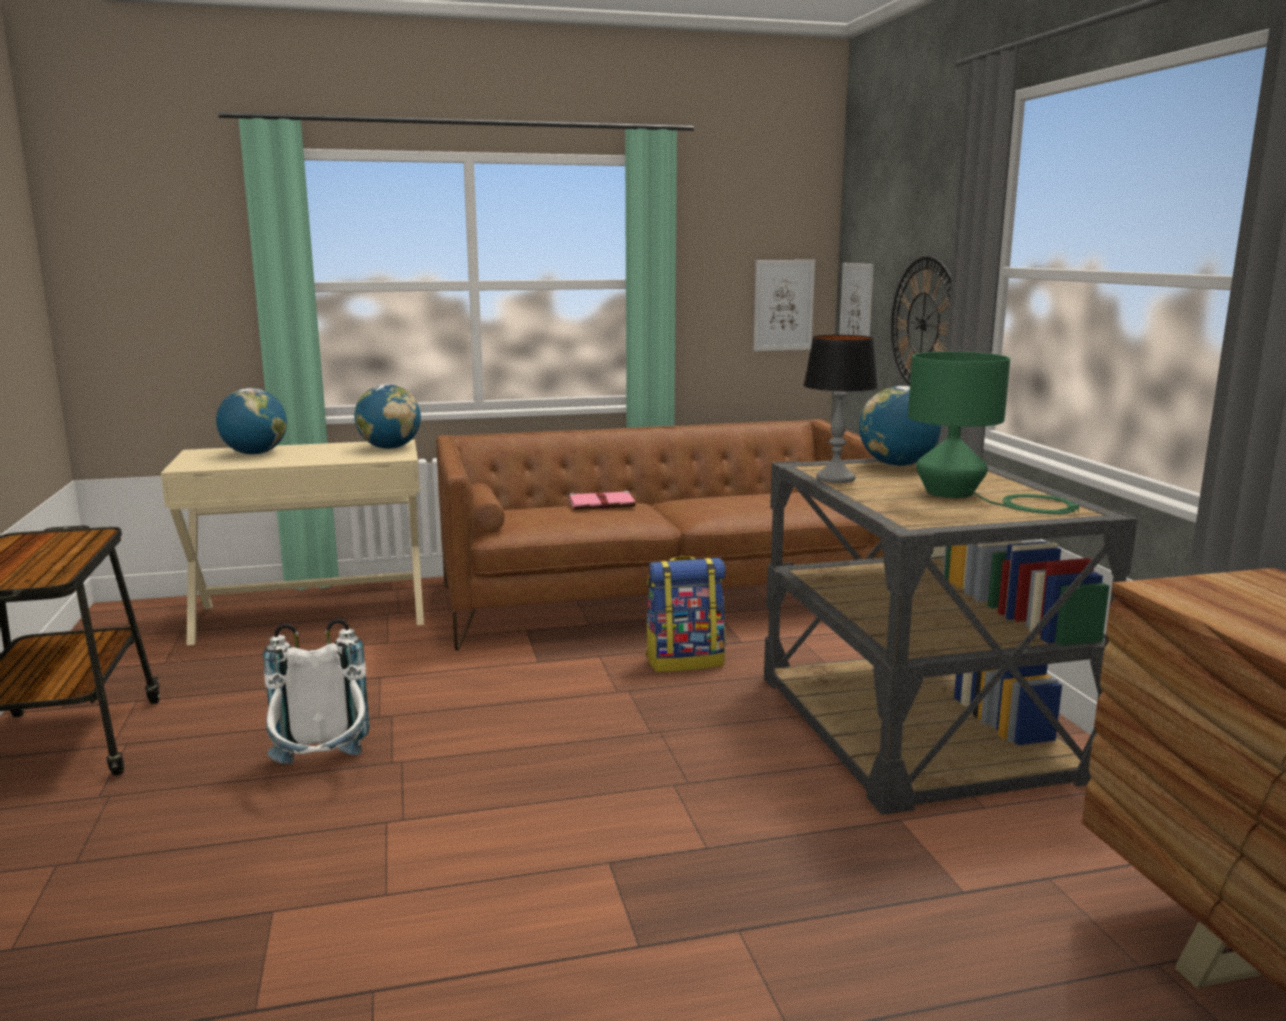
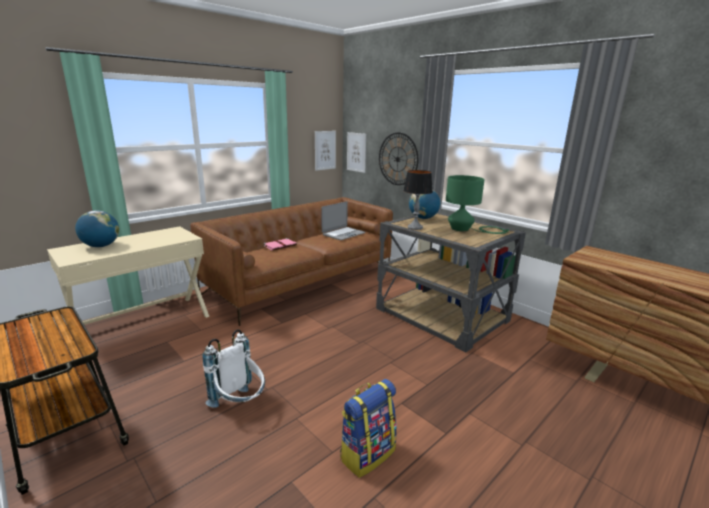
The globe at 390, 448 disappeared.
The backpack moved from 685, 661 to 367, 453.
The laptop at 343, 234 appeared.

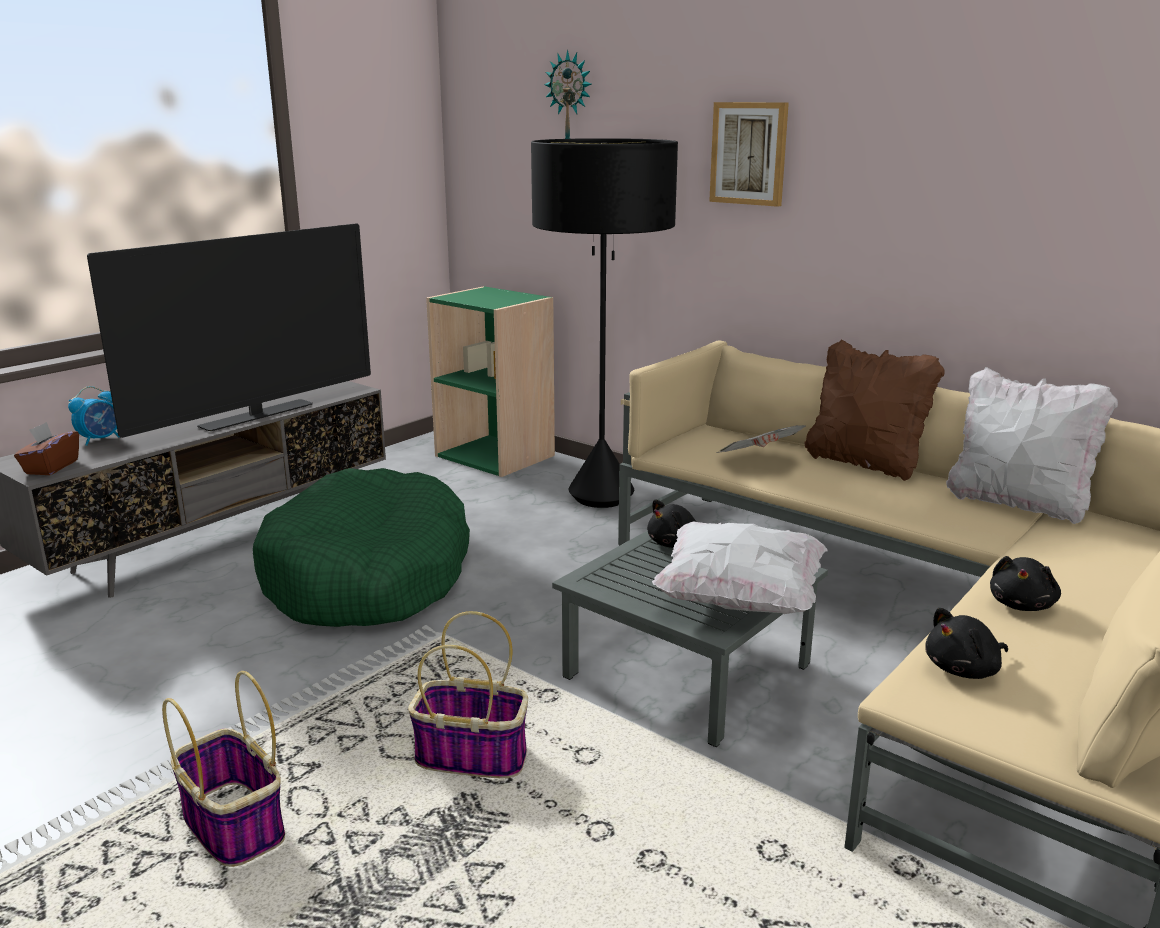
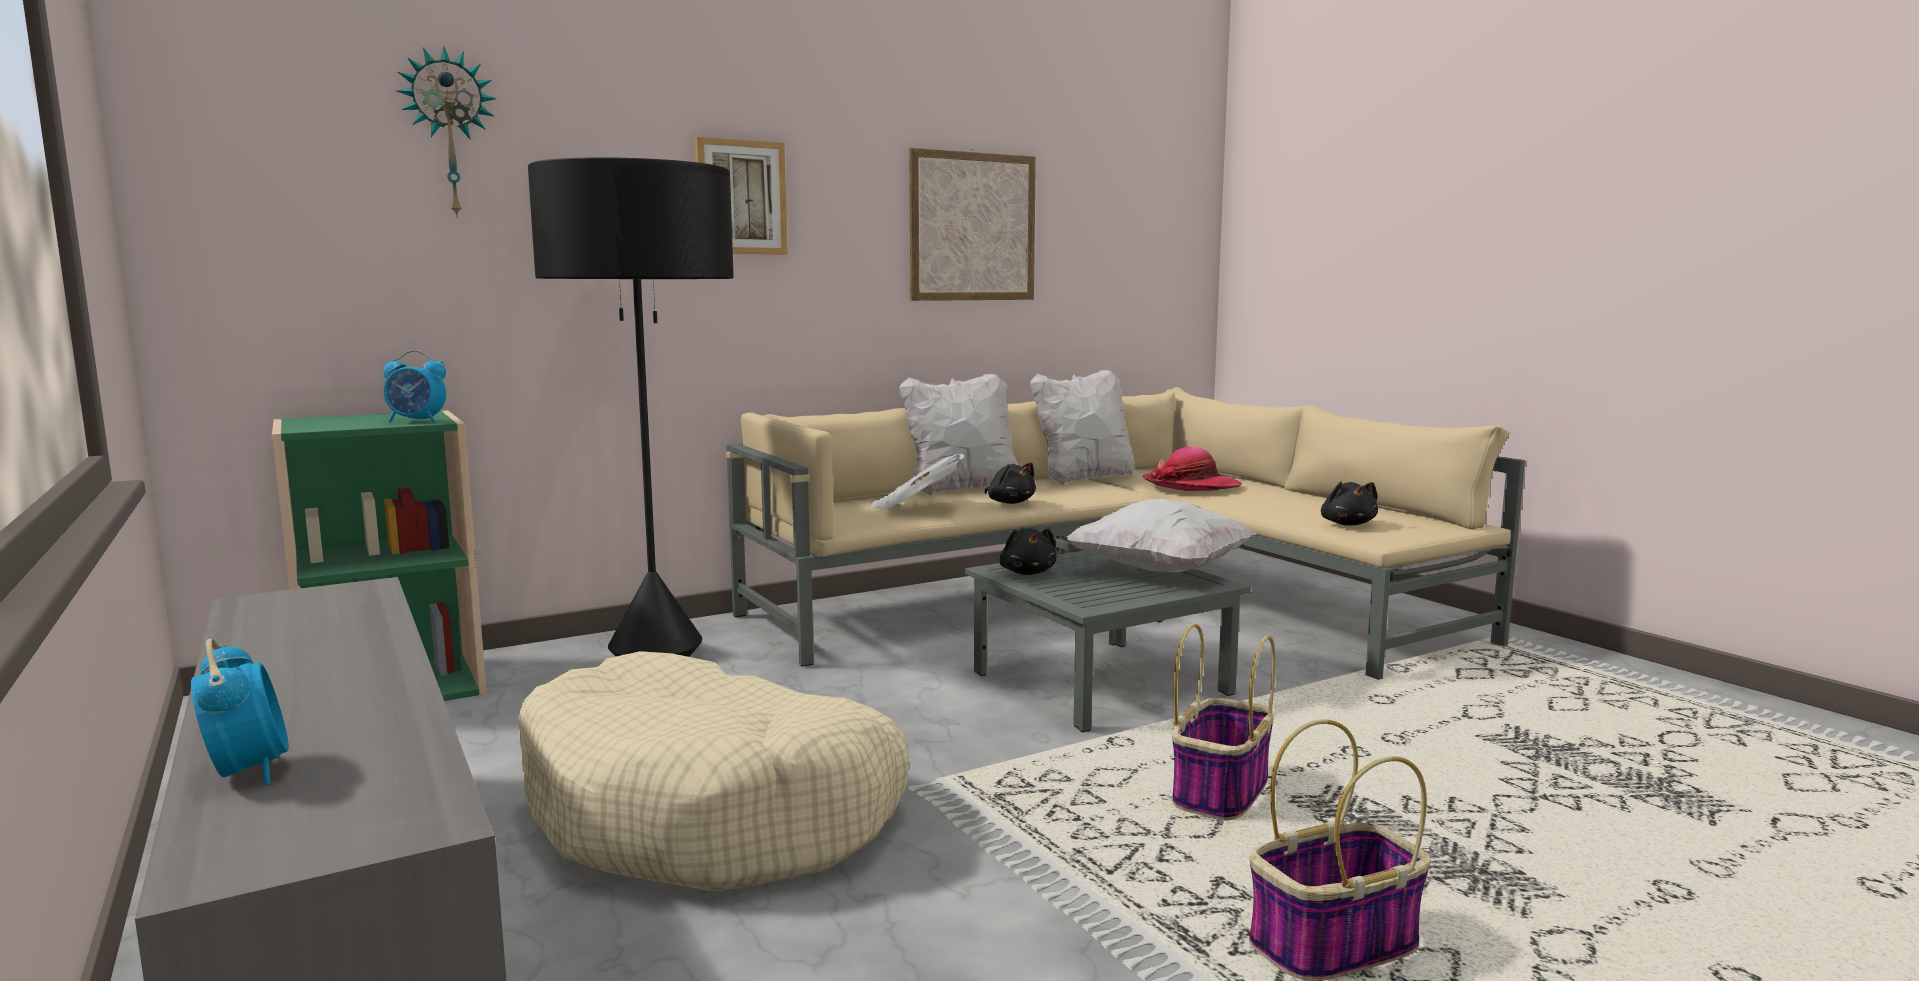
The tissue box (brown) at 51, 467 disappeared.
The television at 257, 416 disappeared.
The dog bed (green) at 368, 576 became the dog bed (beige) at 712, 813.
The pillow (brown) at 864, 464 became the pillow (white) at 961, 489.
The plush toy (black) moved from 1022, 605 to 1010, 502.
The alarm clock at 417, 421 appeared.
The picture at 972, 225 appeared.
The hat at 1191, 485 appeared.

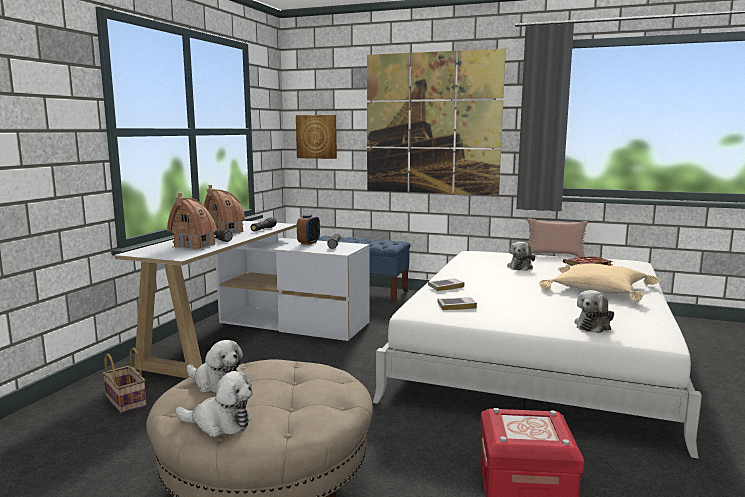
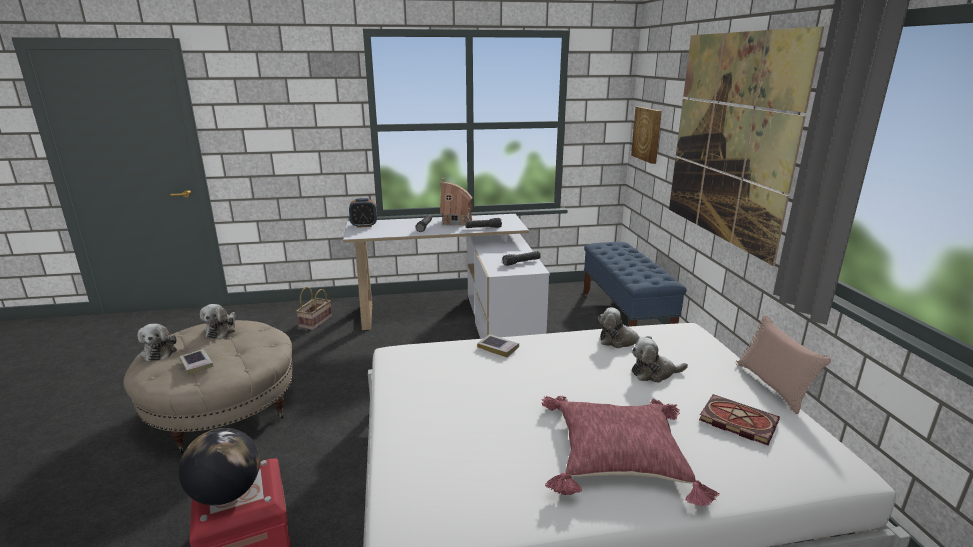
The toy house at 194, 245 disappeared.
The alarm clock moved from 309, 243 to 364, 225.
The book moved from 456, 306 to 197, 364.
The pillow (beige) at 599, 288 became the pillow (red) at 618, 451.
The plush toy moved from 594, 325 to 619, 341.
The globe at 226, 494 appeared.

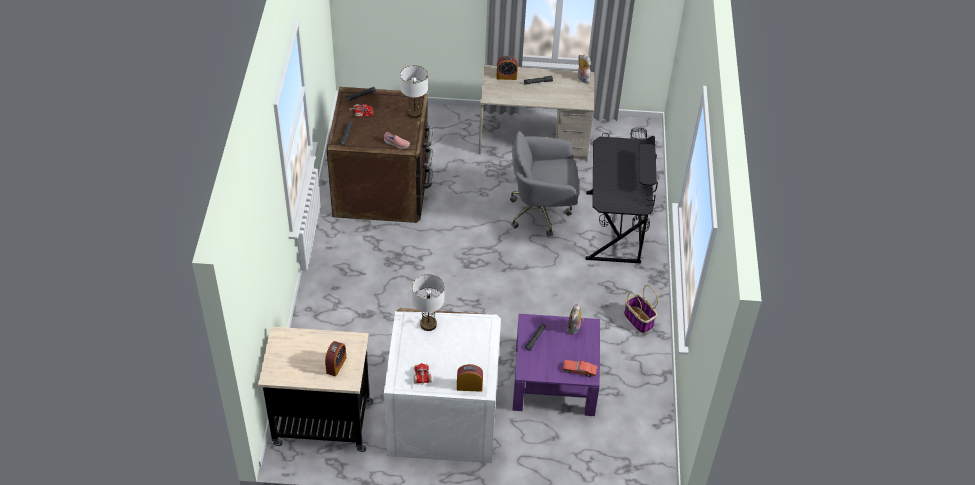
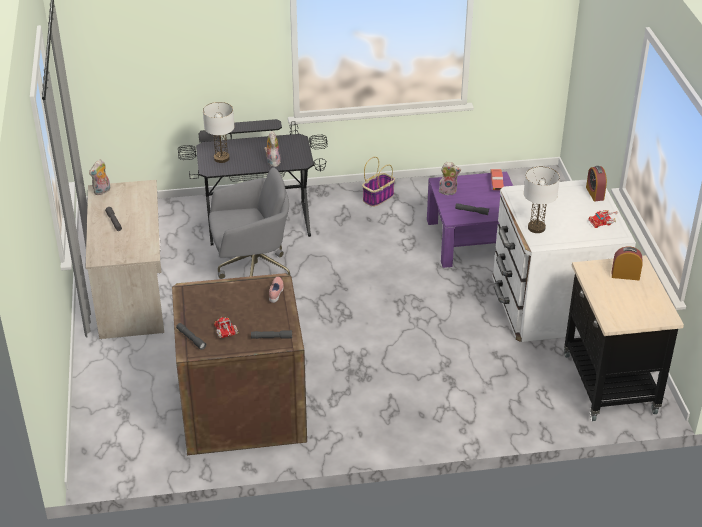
The table lamp moved from 414, 113 to 221, 158.
The alarm clock at 506, 76 disappeared.
The office chair (grey) at 541, 213 turned 90 degrees counterclockwise.
The plush toy at 272, 161 appeared.

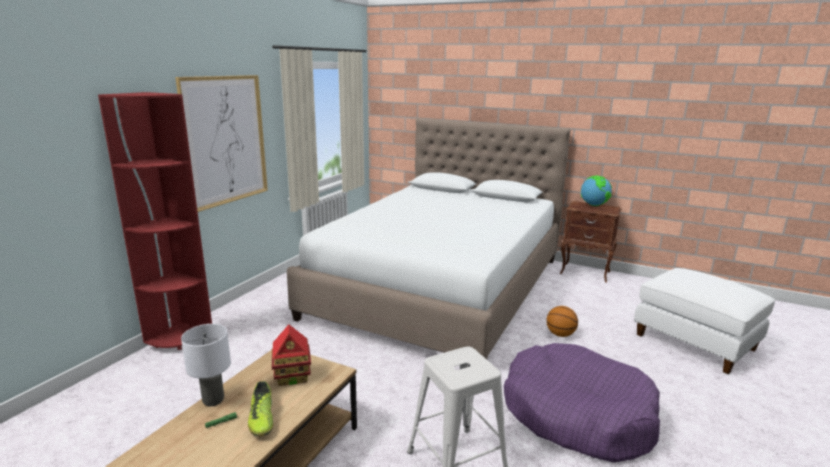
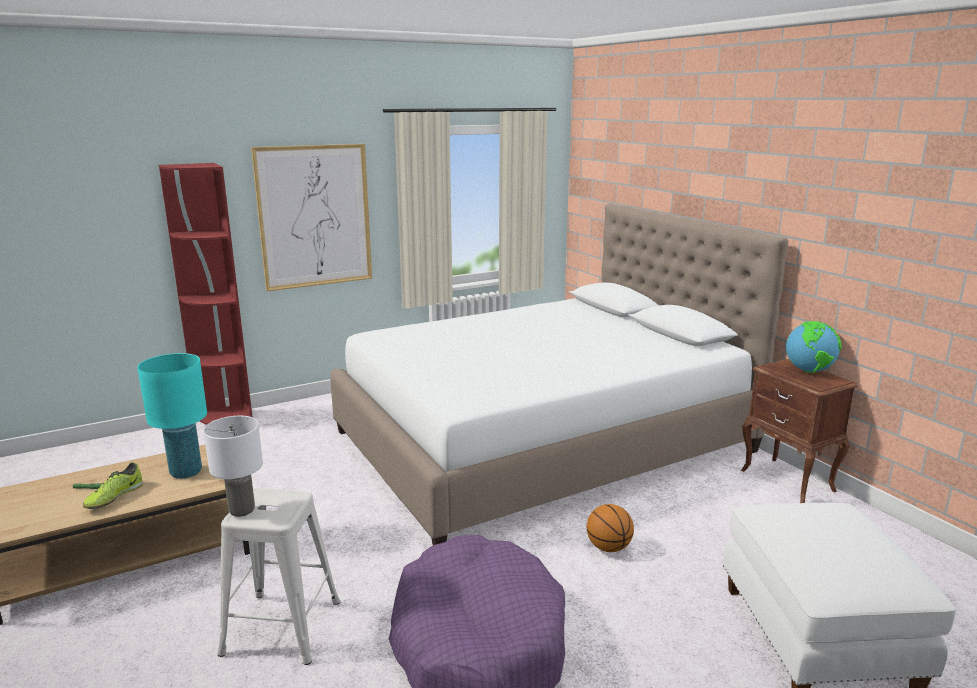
The table lamp (white) moved from 212, 401 to 241, 510.
The toy house at 292, 377 was replaced by the table lamp (turquoise) at 186, 472.

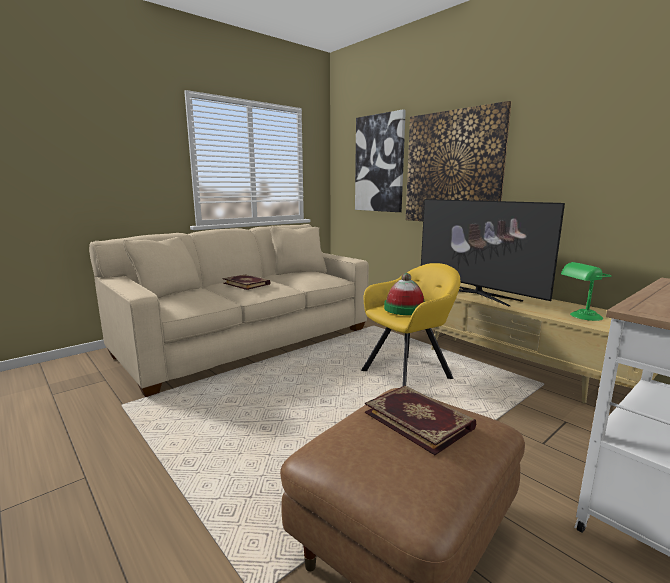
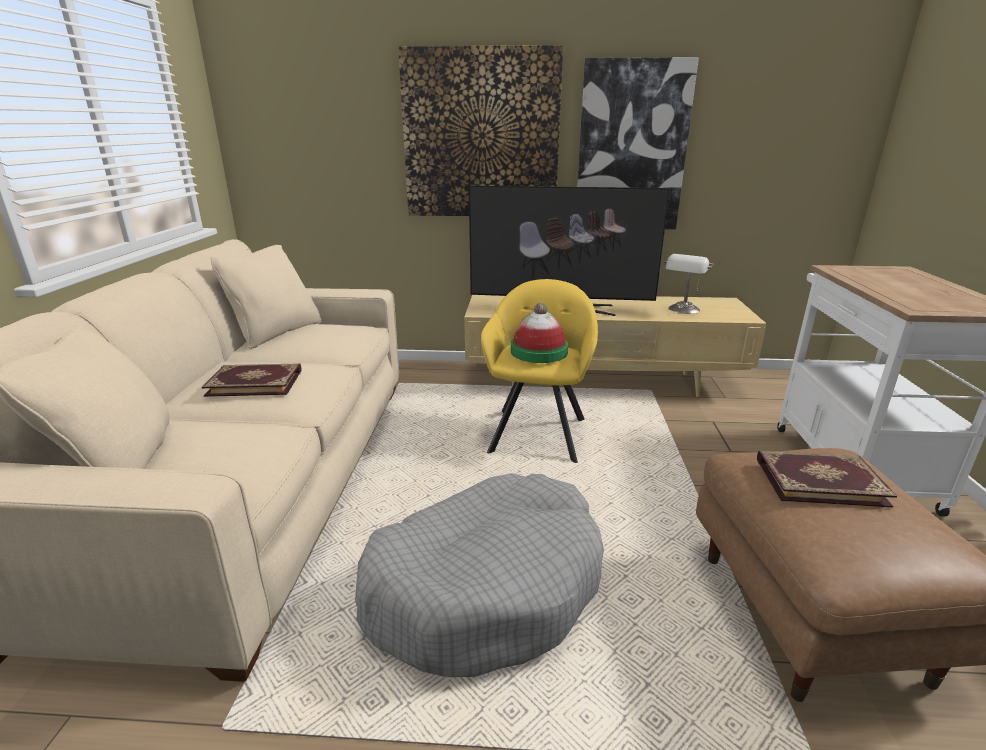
The picture moved from 379, 163 to 631, 147.
The table lamp (green) at 581, 317 became the table lamp (white) at 683, 311.
The dog bed (grey) at 485, 586 appeared.

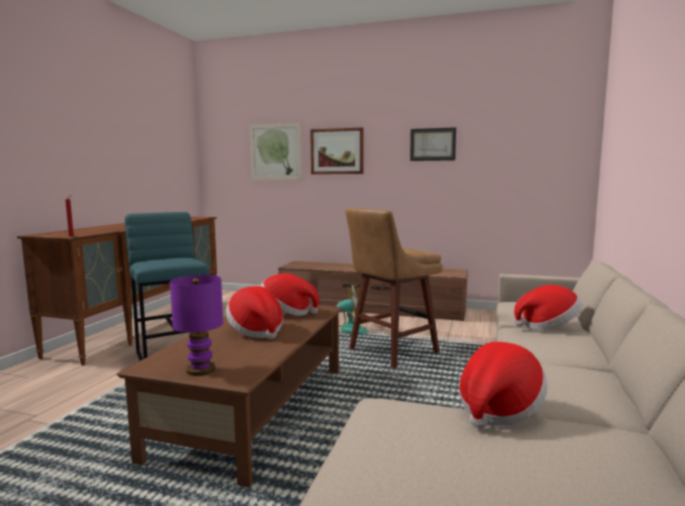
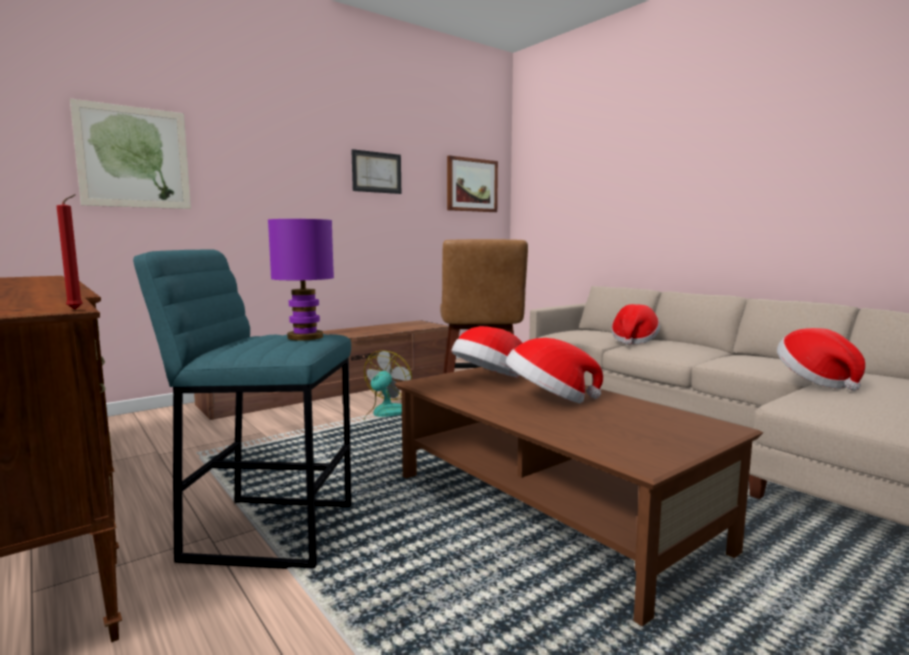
The table lamp (purple) moved from 200, 370 to 305, 337.
The picture moved from 337, 151 to 472, 185.

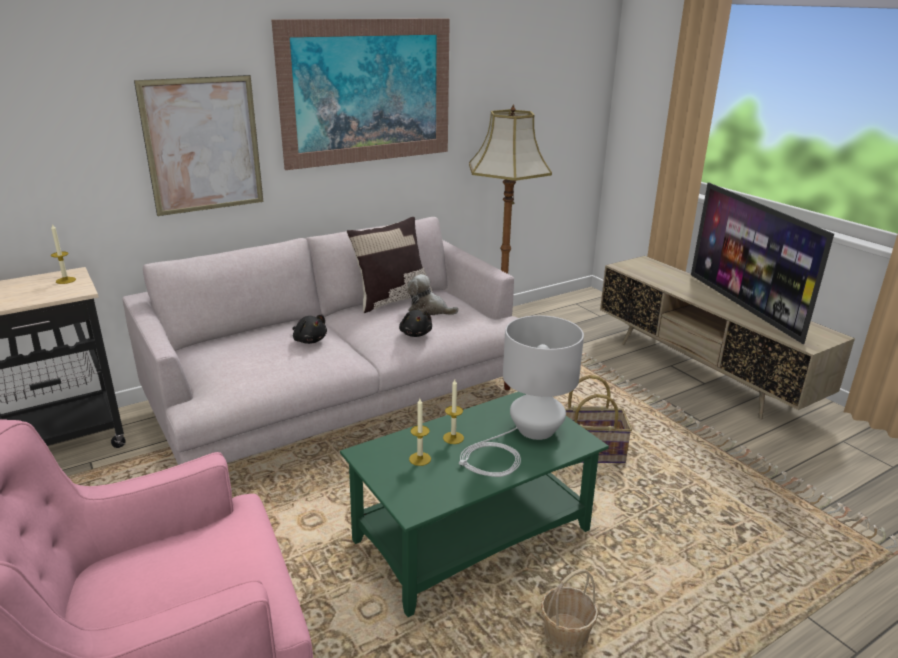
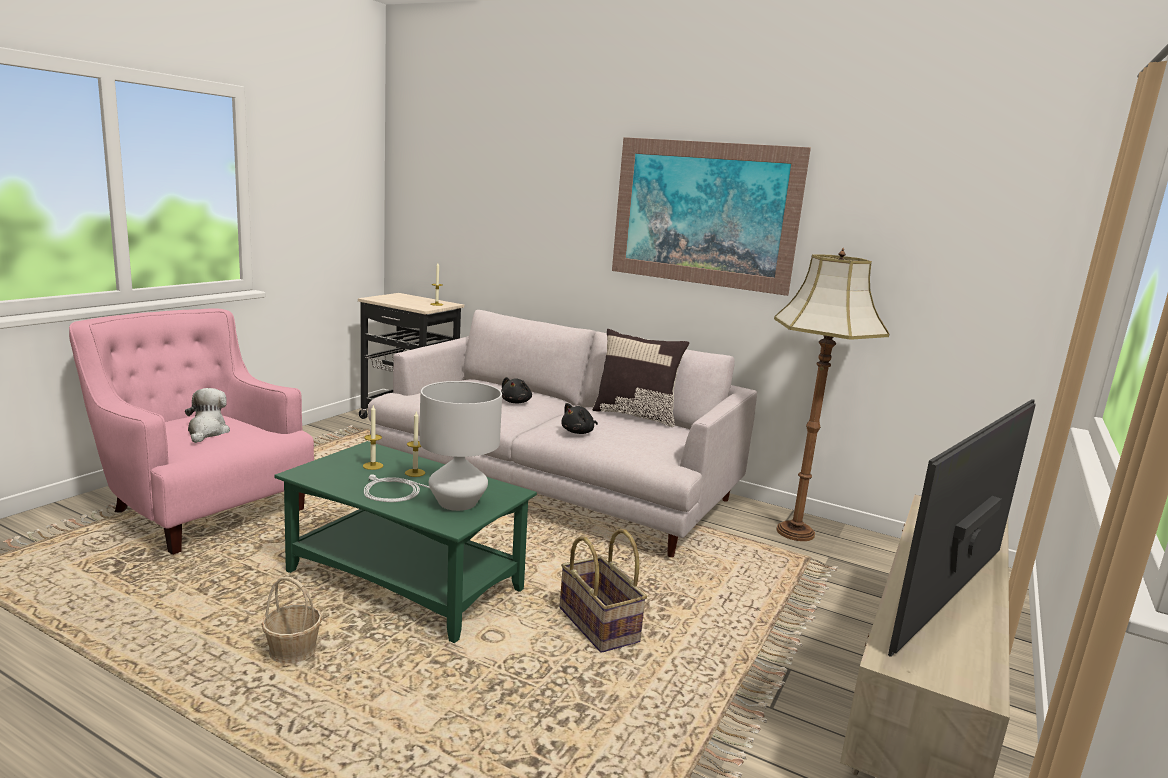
The picture at 203, 145 disappeared.
The plush toy moved from 429, 310 to 207, 432.

